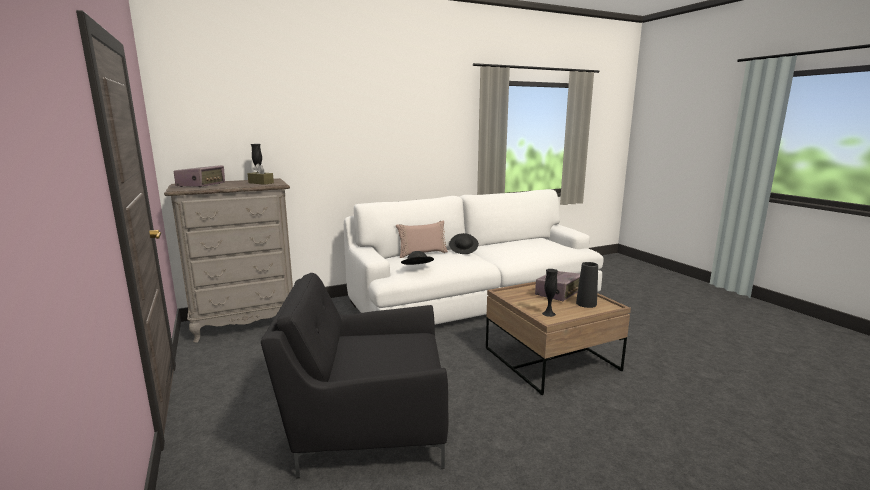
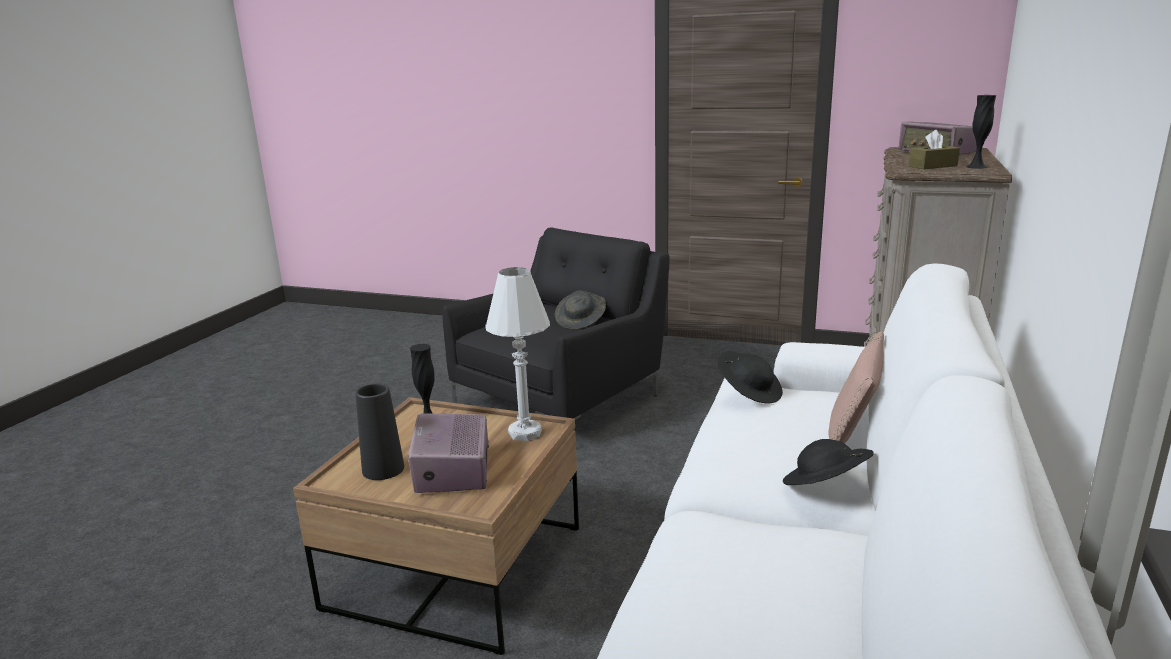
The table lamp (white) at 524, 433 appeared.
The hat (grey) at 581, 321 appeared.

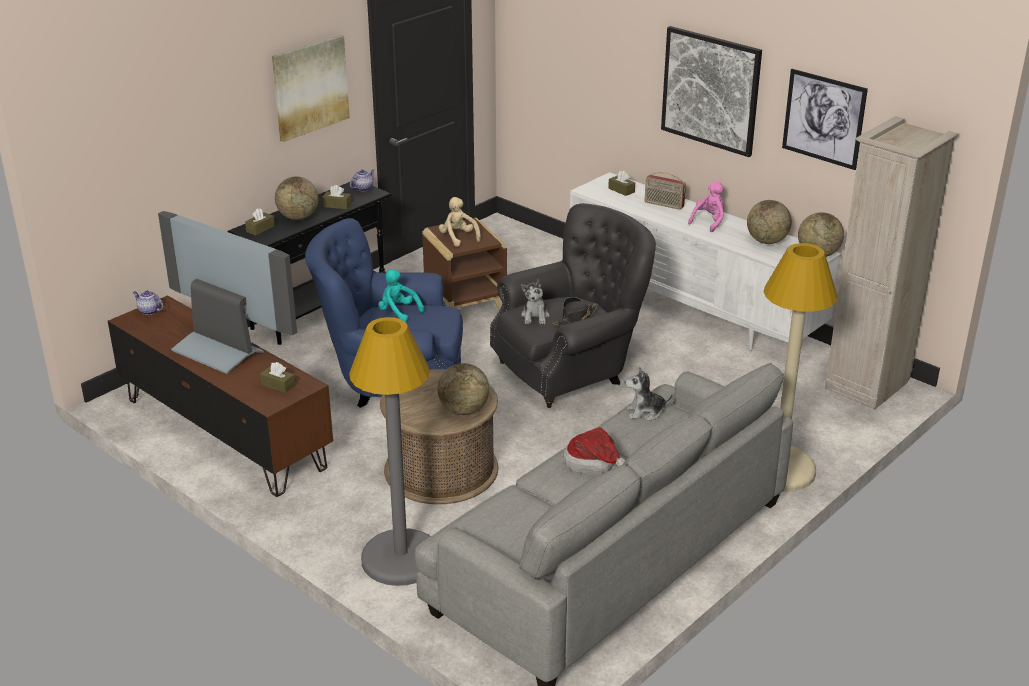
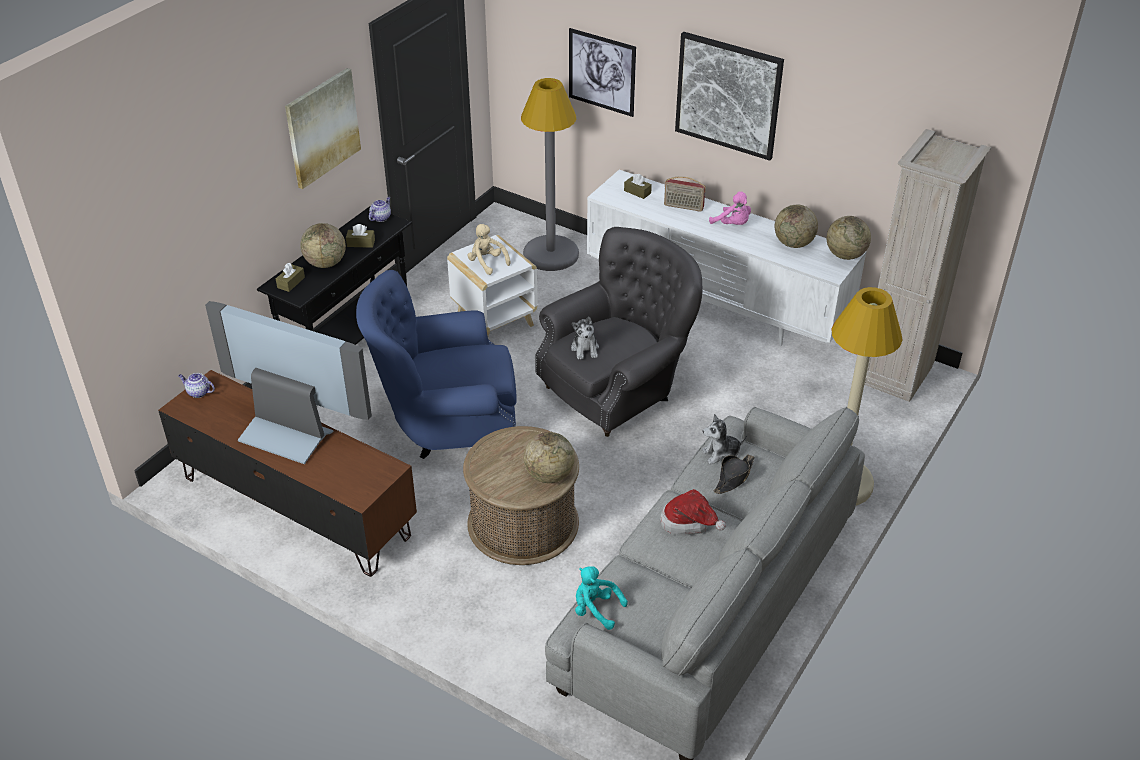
The tissue box (brown) at 278, 385 disappeared.
The floor lamp (grey) moved from 401, 559 to 551, 254.
The plush toy (turquoise) moved from 398, 312 to 595, 609.
The side table (brown) at 466, 307 became the side table (white) at 495, 323.
The hat (black) moved from 575, 318 to 733, 477.
The plush toy (pink) at 709, 222 turned 105 degrees clockwise.
The picture moved from 823, 119 to 601, 72.

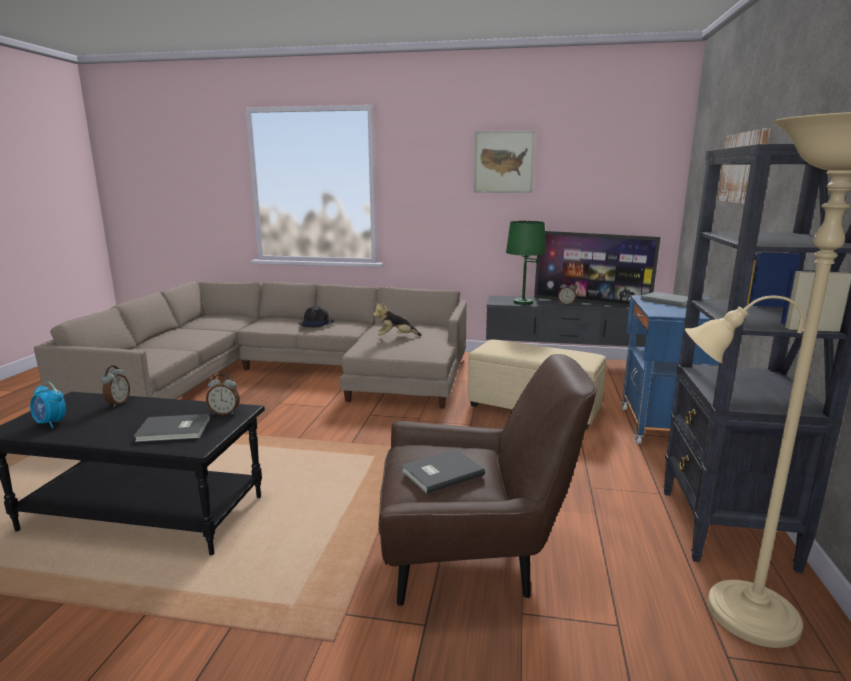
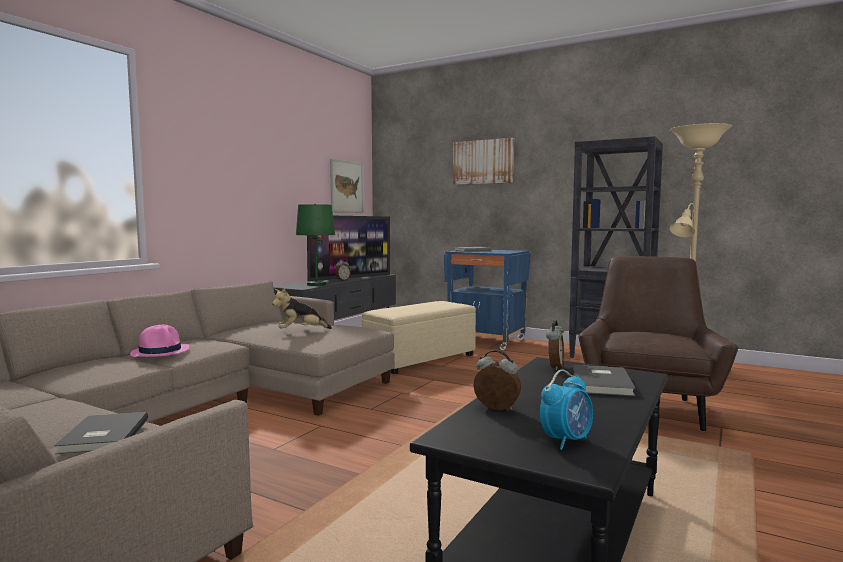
The hat (black) at 317, 323 became the hat (pink) at 161, 351.
The plush toy at 396, 337 turned 60 degrees clockwise.
The book (grey) moved from 440, 472 to 102, 436.
The picture moved from 503, 162 to 346, 187.

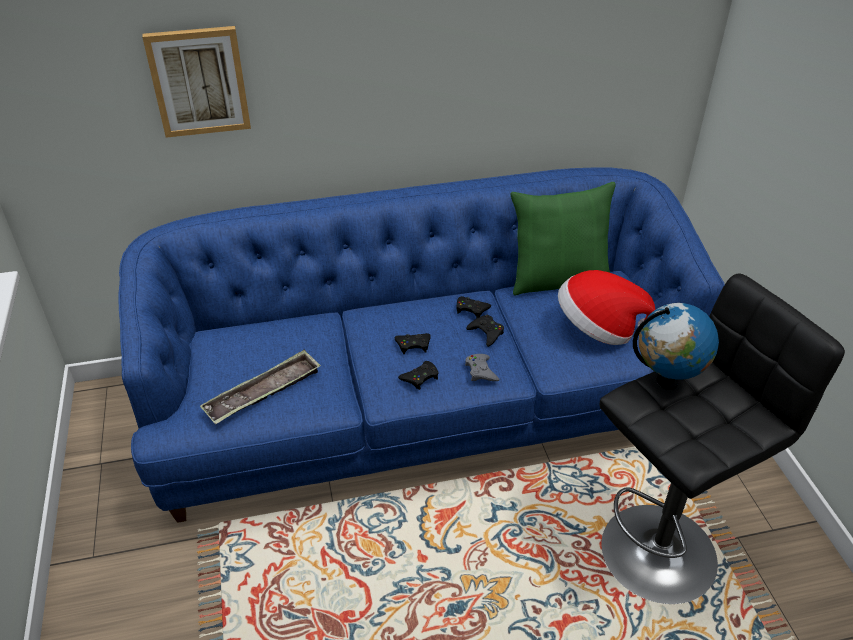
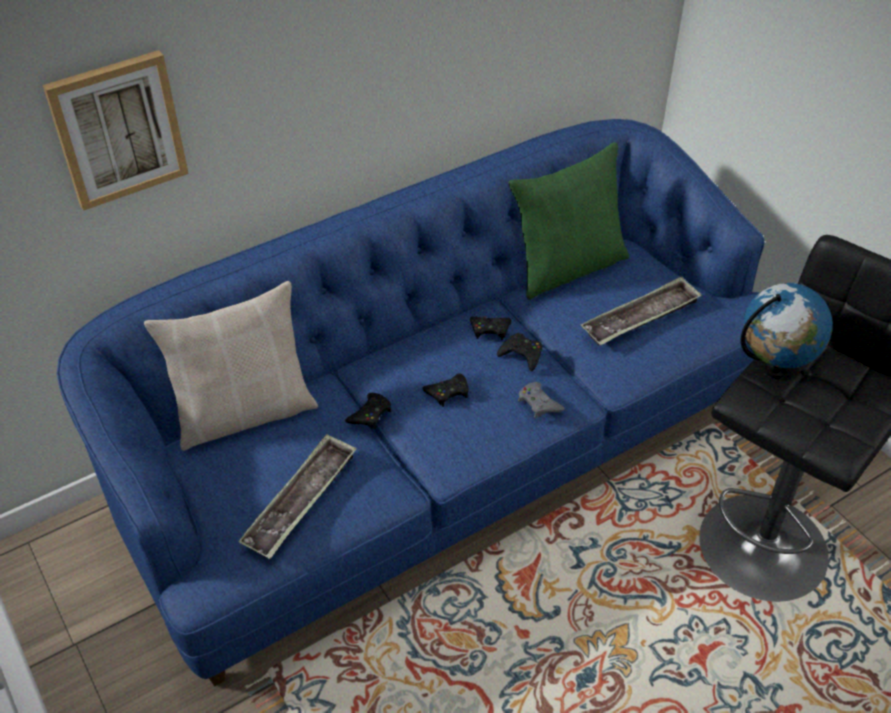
The game controller (black) moved from 420, 377 to 370, 414.
The hat at 598, 329 was replaced by the tray at 641, 318.
The pillow (beige) at 245, 412 appeared.

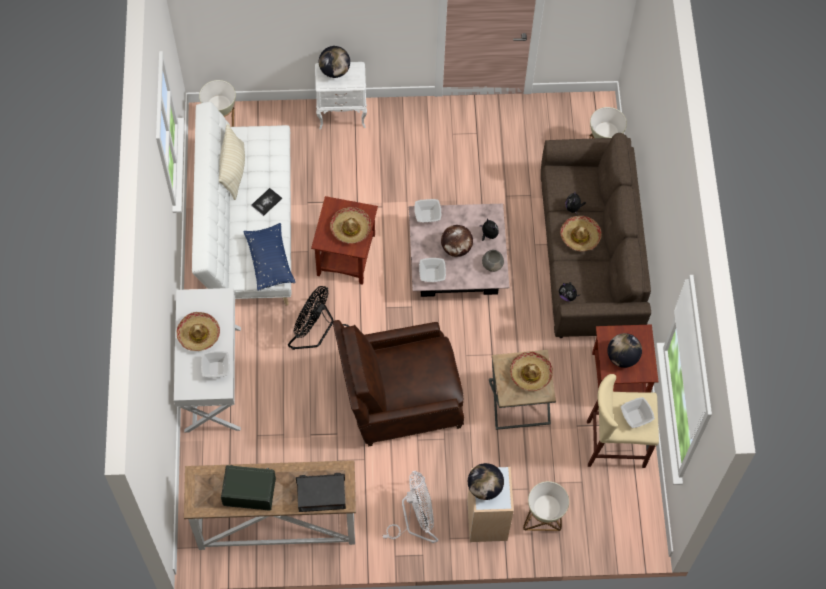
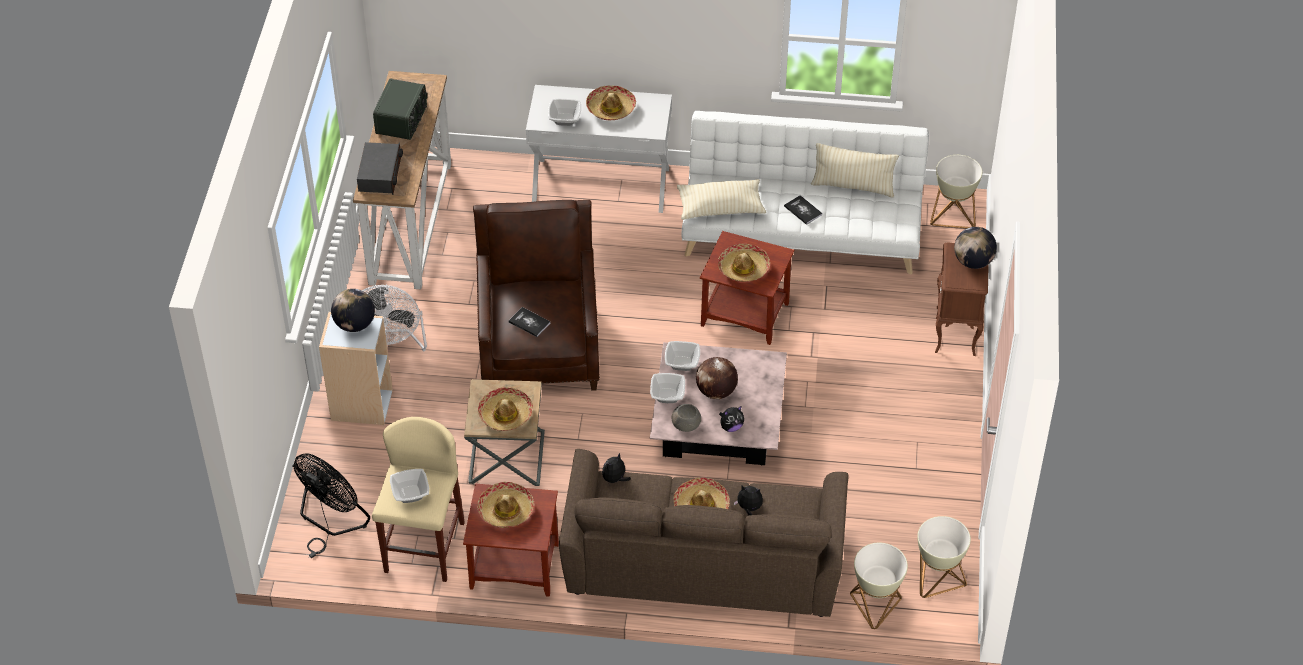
The pillow (blue) at 269, 261 became the pillow (beige) at 720, 208.
The fan (black) moved from 319, 328 to 327, 520.
The nightstand (white) at 342, 115 became the nightstand (brown) at 956, 331.
The bowl moved from 427, 216 to 667, 395.
The planter moved from 543, 520 to 936, 581.
The globe at 622, 357 was replaced by the hat at 506, 510.
The book at 529, 322 appeared.

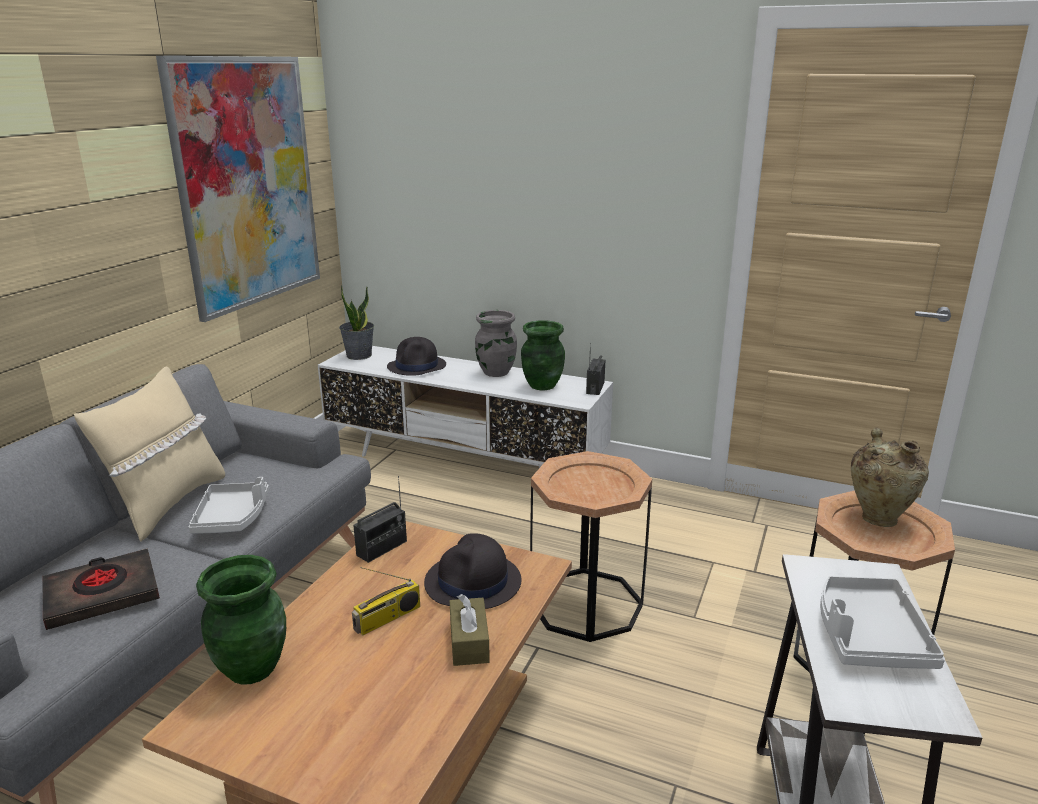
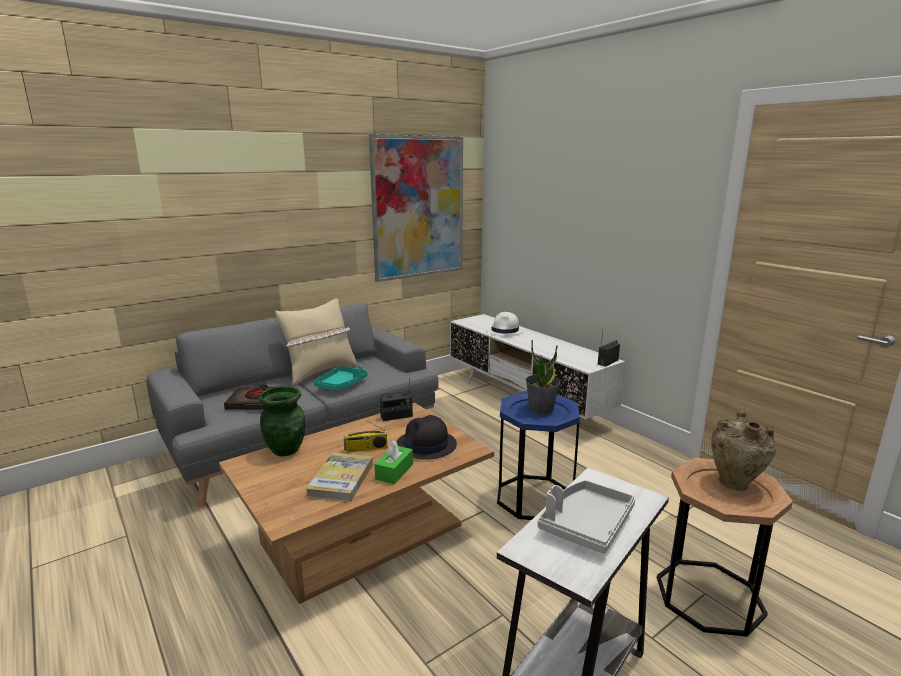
The tray (grey) at 232, 517 became the tray (turquoise) at 342, 384.
The potted plant moved from 359, 355 to 541, 409.
The hat (black) at 417, 366 became the hat (white) at 505, 331.
The tissue box (brown) at 469, 642 became the tissue box (green) at 394, 471.
The vase (grey) at 495, 372 disappeared.
The vase (green) at 541, 385 disappeared.
The side table (brown) at 586, 604 became the side table (blue) at 534, 498.
The book at 341, 479 appeared.

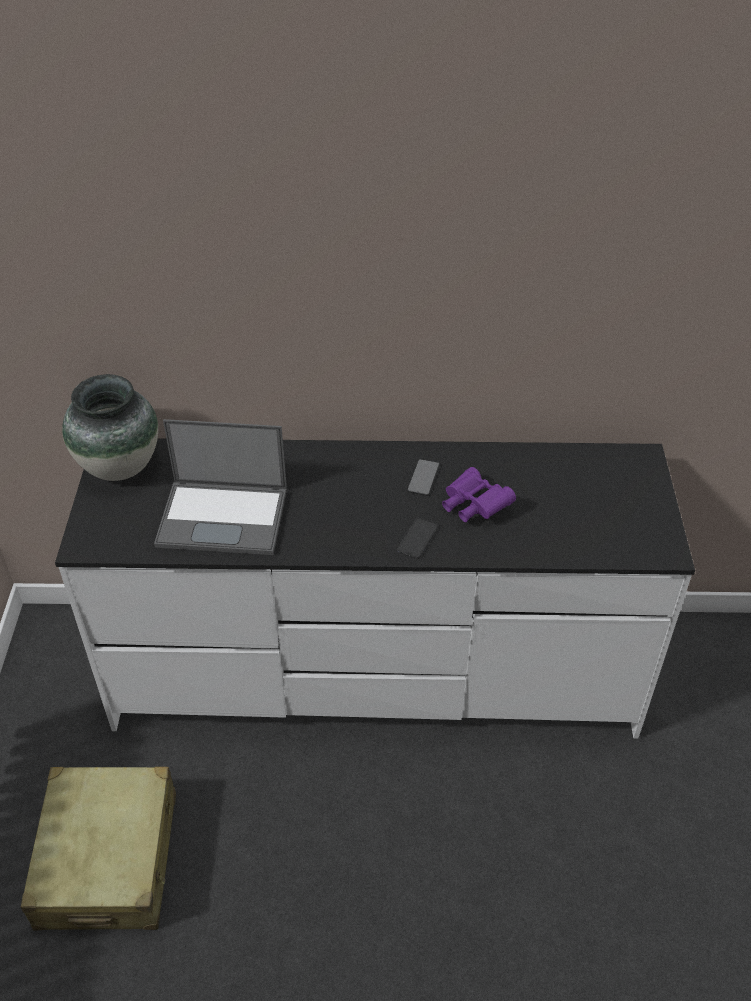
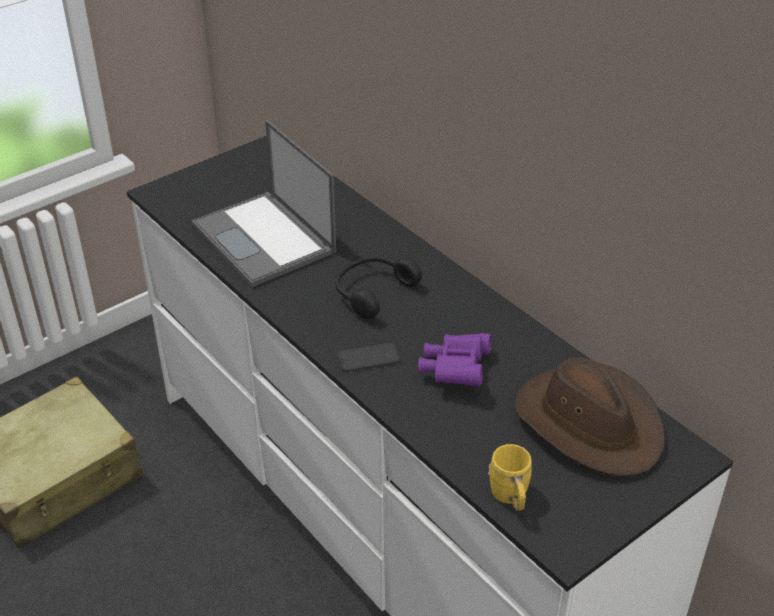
The vase at 119, 466 disappeared.
The phone at 423, 478 disappeared.
The headphones (black) at 372, 292 appeared.
The mug (yellow) at 510, 498 appeared.
The hat (brown) at 589, 422 appeared.

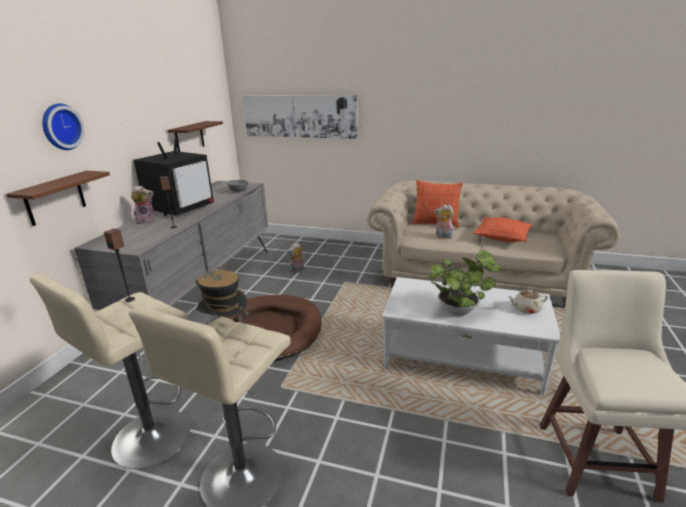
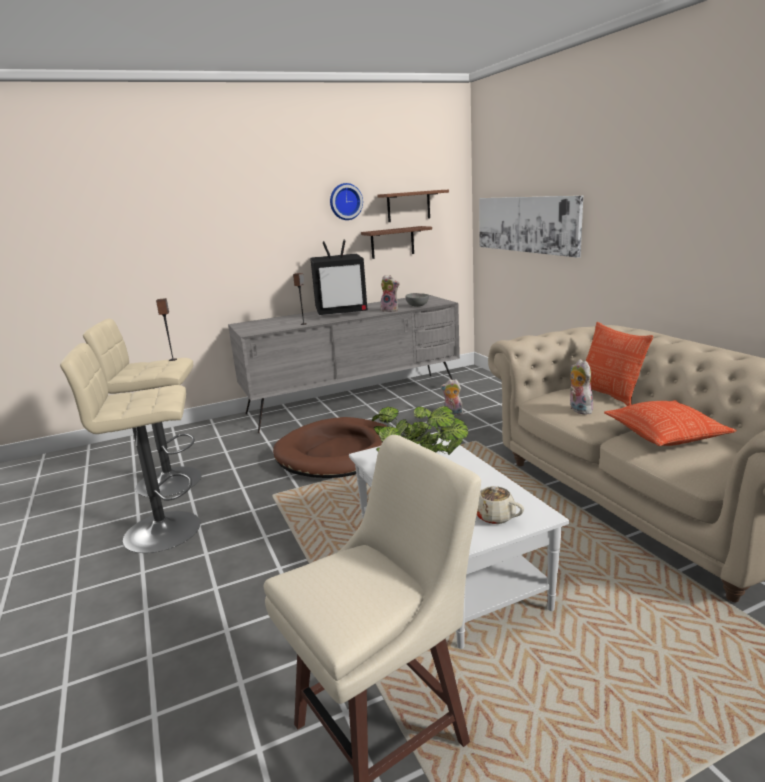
The shelf (brown) moved from 55, 198 to 408, 206.
The wall clock moved from 60, 127 to 345, 201.
The plush toy moved from 146, 221 to 390, 310.
The hat at 226, 327 disappeared.

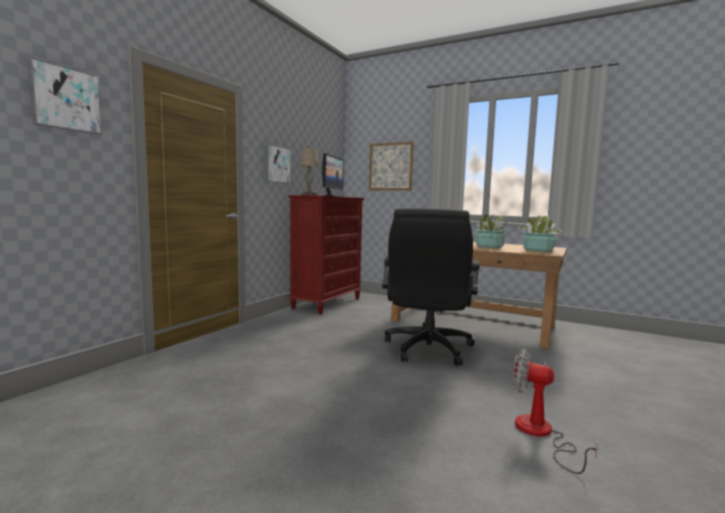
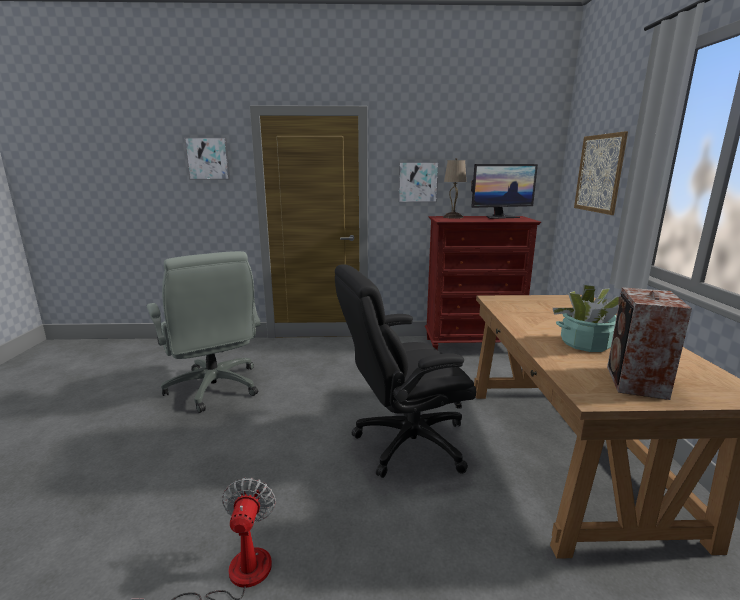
The potted plant at 538, 250 was replaced by the speaker at 635, 383.
The office chair (grey) at 215, 390 appeared.

